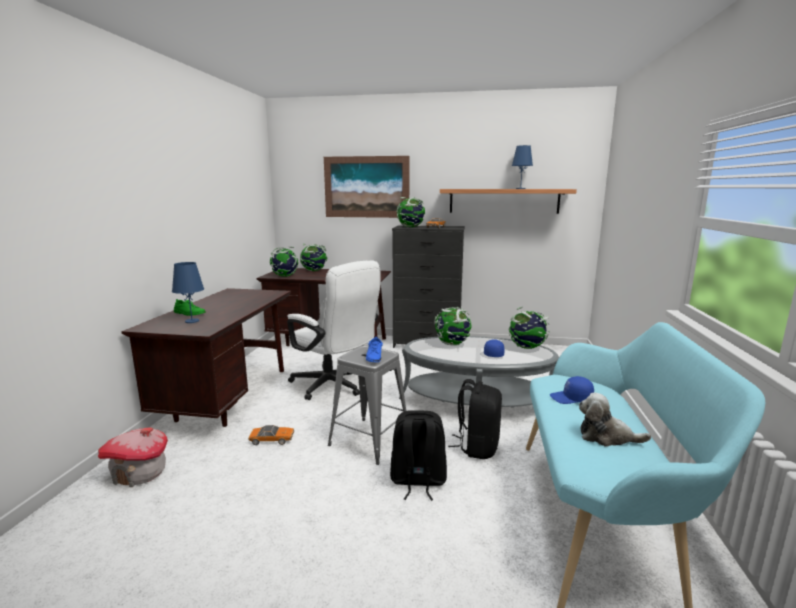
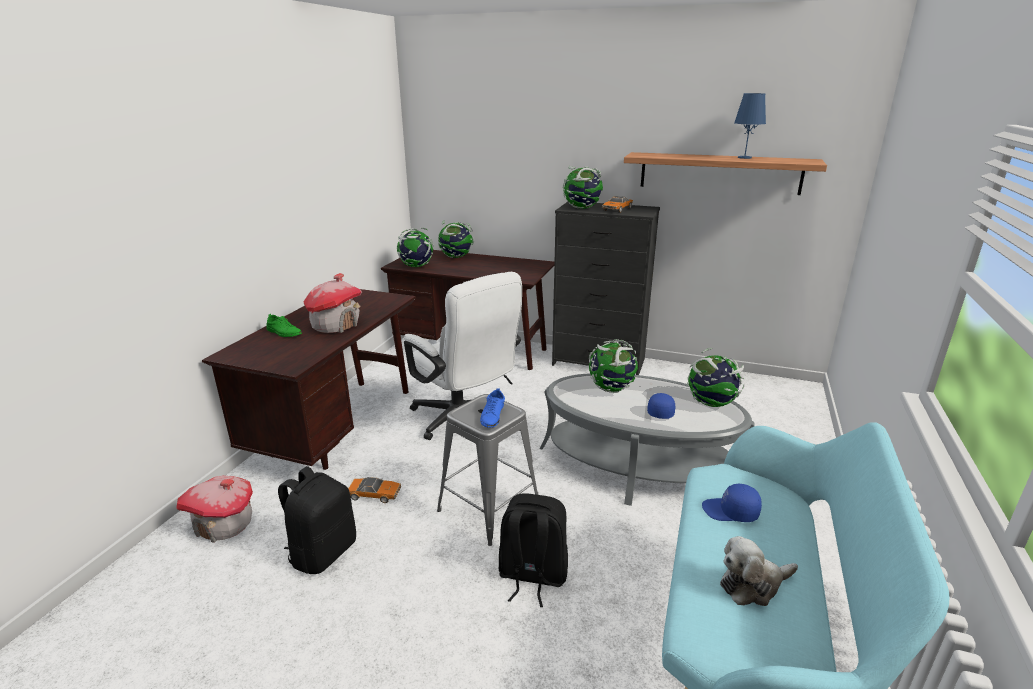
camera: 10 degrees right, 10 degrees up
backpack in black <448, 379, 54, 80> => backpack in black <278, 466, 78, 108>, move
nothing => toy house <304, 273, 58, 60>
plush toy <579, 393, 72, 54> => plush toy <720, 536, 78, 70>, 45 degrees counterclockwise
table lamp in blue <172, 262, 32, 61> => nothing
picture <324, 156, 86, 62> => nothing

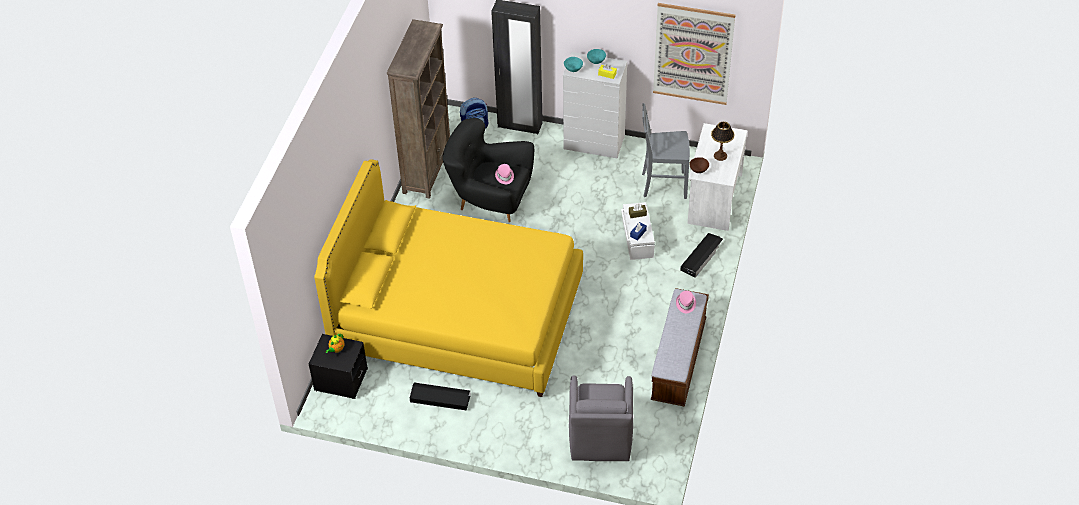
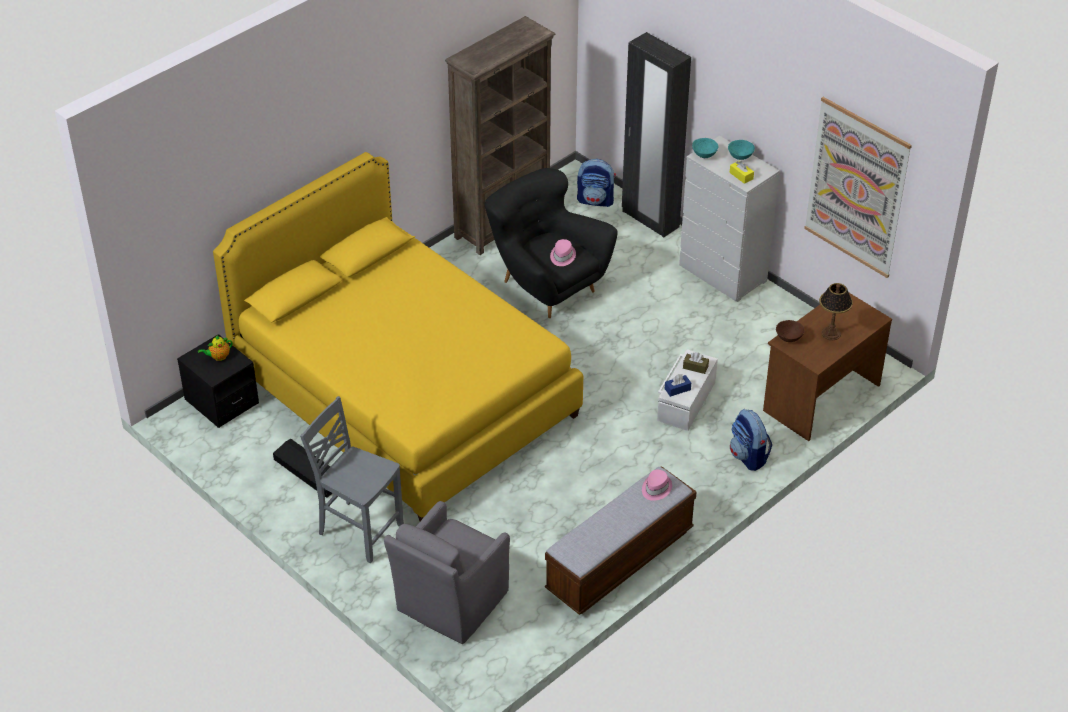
camera: 30 degrees right, 5 degrees down
chair in grey <642, 103, 48, 96> => chair in grey <300, 396, 104, 167>, move
storage box in black <680, 233, 43, 45> => backpack <730, 409, 42, 62>
desk in white <687, 123, 60, 108> => desk in brown <763, 293, 129, 148>

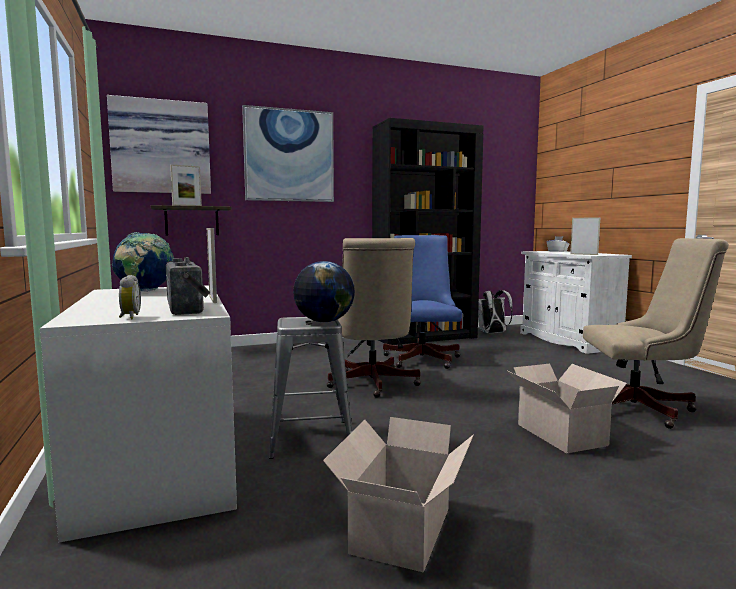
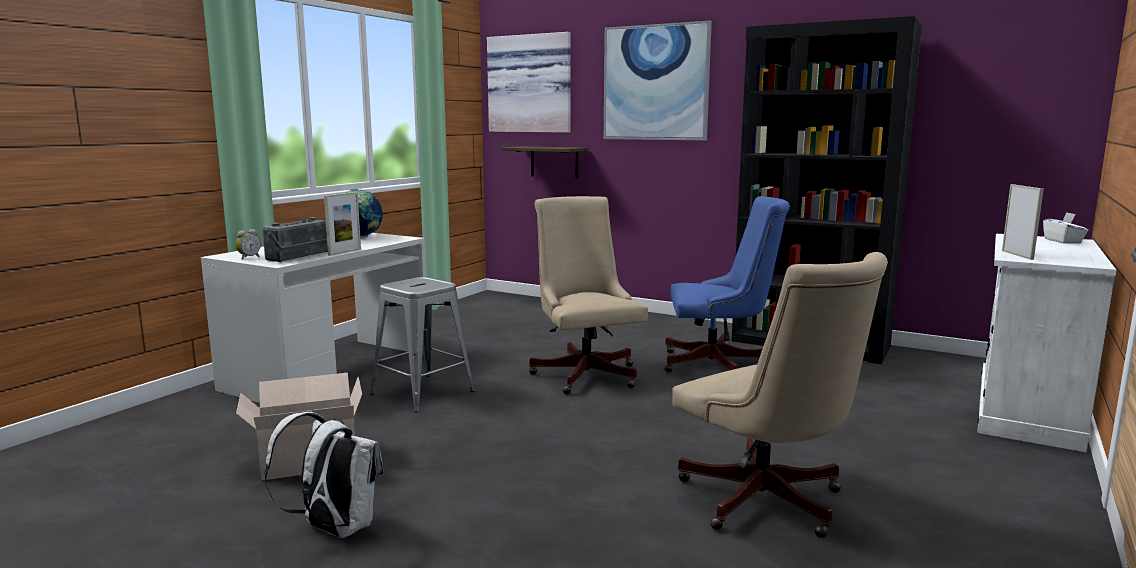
camera: 50 degrees right, 5 degrees up
backpack in white <478, 290, 35, 43> => backpack in white <264, 412, 119, 126>, move
office chair in beige <326, 238, 95, 160> => office chair in beige <529, 196, 119, 198>, 120 degrees clockwise
office chair in blue <383, 235, 79, 134> => office chair in blue <664, 196, 126, 177>, 45 degrees clockwise
picture frame <170, 164, 32, 42> => nothing
globe <293, 261, 62, 61> => nothing
cardboard box <507, 364, 120, 90> => nothing

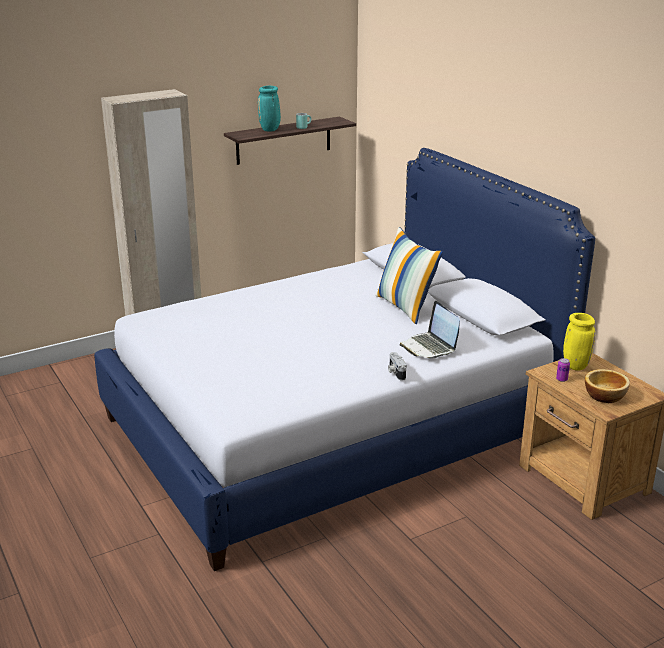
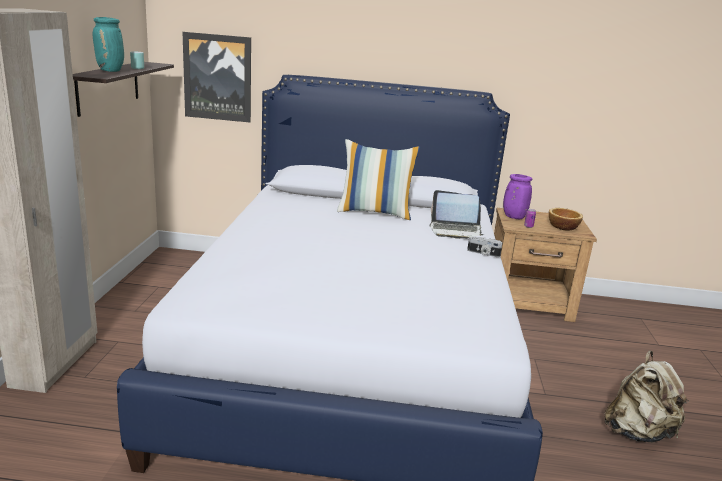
camera: 55 degrees left, 5 degrees down
nothing => picture <182, 32, 69, 91>
vase in yellow <563, 313, 32, 58> => vase in purple <503, 174, 30, 45>
nothing => backpack in beige <604, 351, 85, 91>

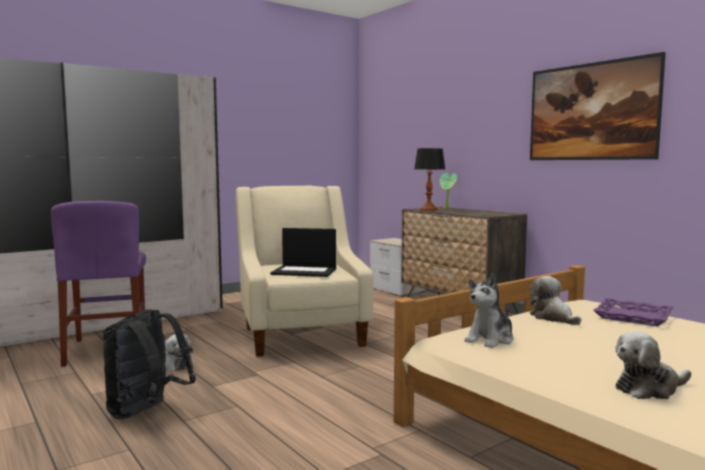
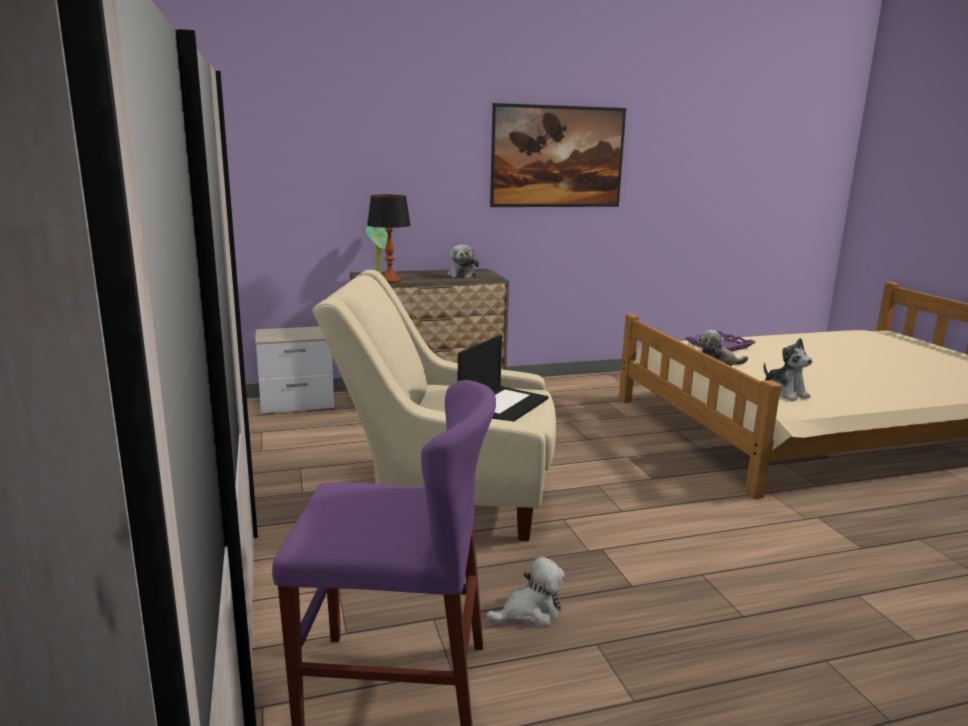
camera: 70 degrees left, 10 degrees up
plush toy <615, 331, 76, 68> => plush toy <447, 245, 32, 33>, move
backpack in black <103, 309, 93, 110> => nothing

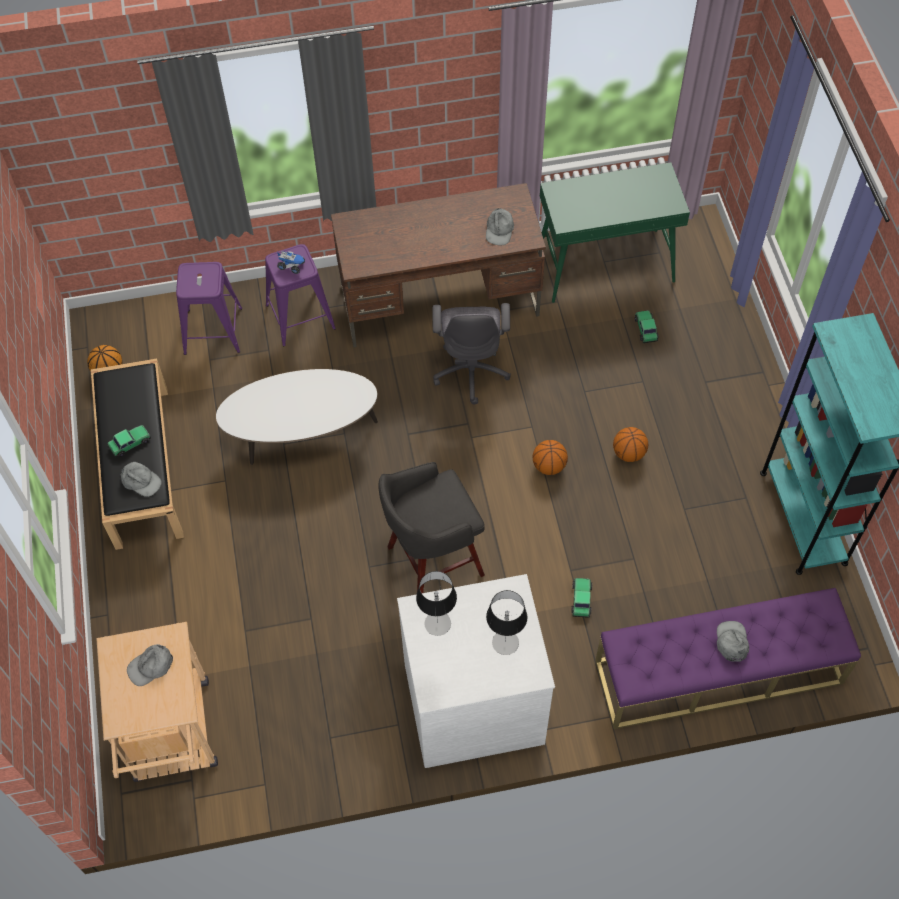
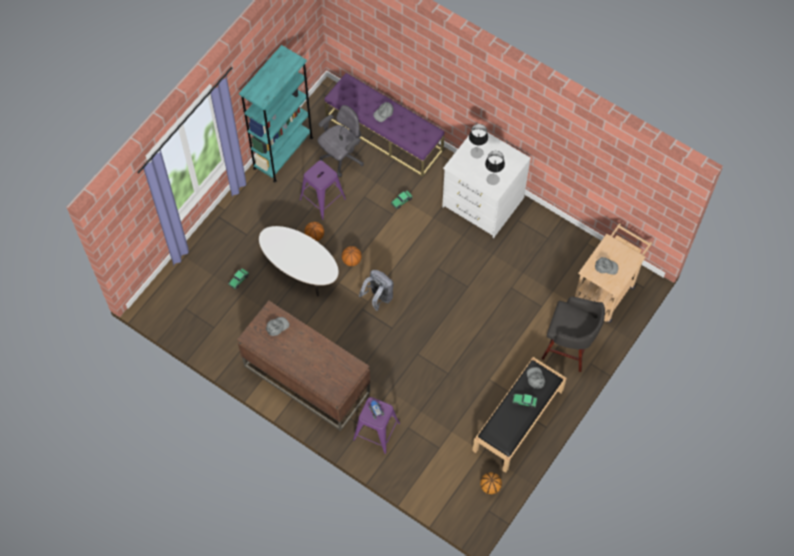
camera: 135 degrees left, 5 degrees up
coffee table in white <216, 369, 162, 96> => coffee table in white <259, 226, 80, 71>, move
stool in purple <176, 262, 66, 93> => stool in purple <300, 160, 46, 60>, move
office chair in grey <432, 303, 79, 101> => office chair in grey <318, 105, 46, 72>, move
nothing => backpack in grey <359, 270, 35, 41>
stool in grey <378, 462, 107, 131> => stool in grey <541, 296, 64, 76>, move
console table in green <540, 162, 150, 141> => nothing

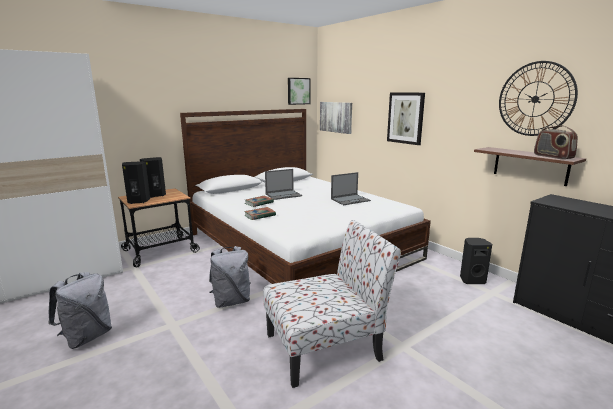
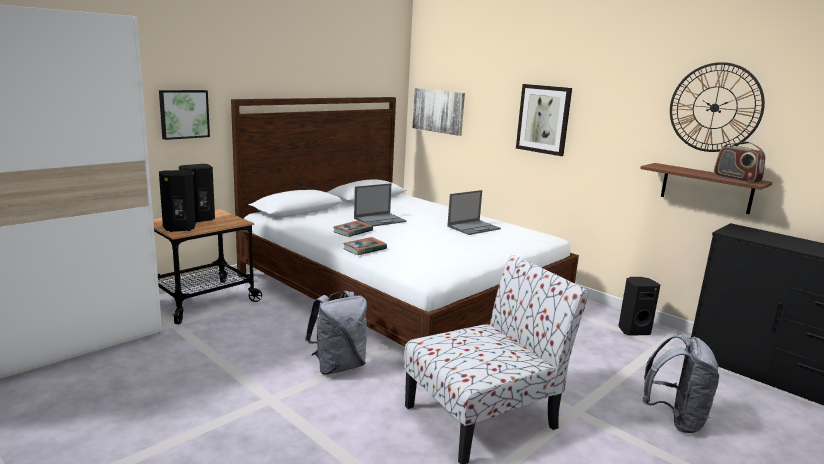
camera: 10 degrees left, 0 degrees up
picture <288, 78, 22, 27> => picture <159, 90, 51, 50>, move
backpack in grey <48, 272, 64, 77> => backpack in grey <643, 335, 76, 98>, move

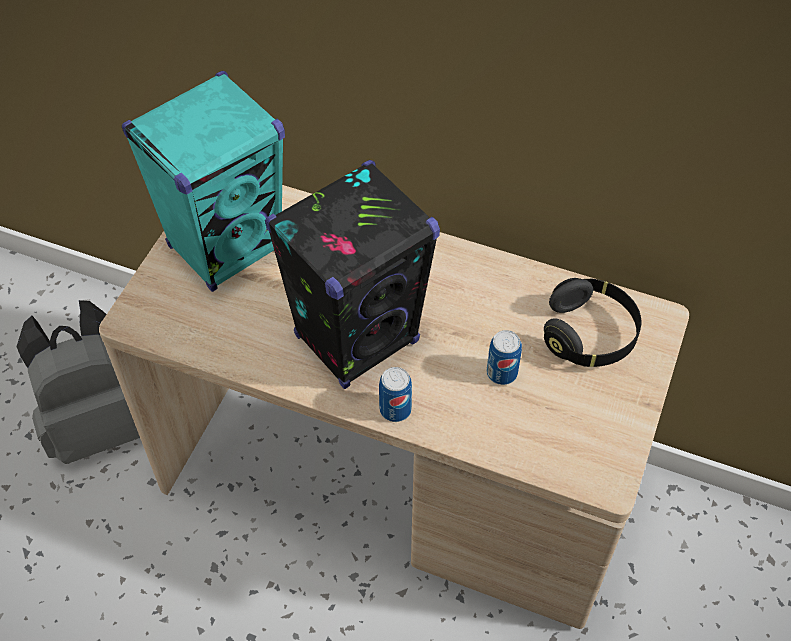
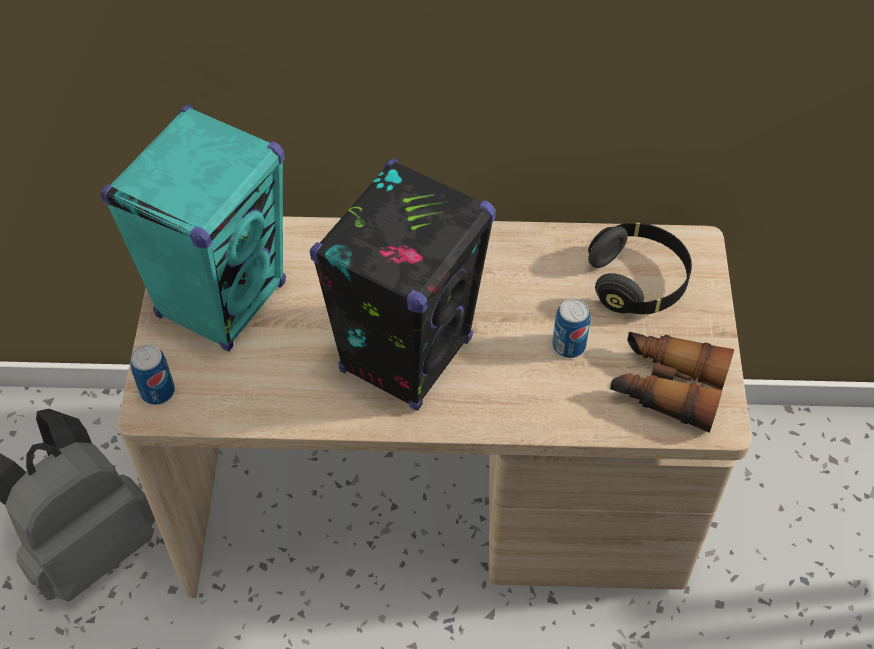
camera: 20 degrees left, 0 degrees up
can <379, 367, 33, 55> => can <130, 345, 45, 60>, move
nothing => binoculars <610, 331, 124, 102>

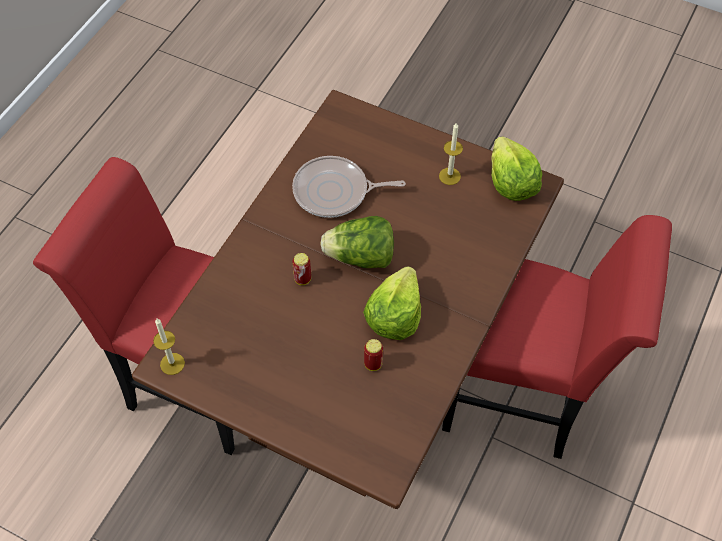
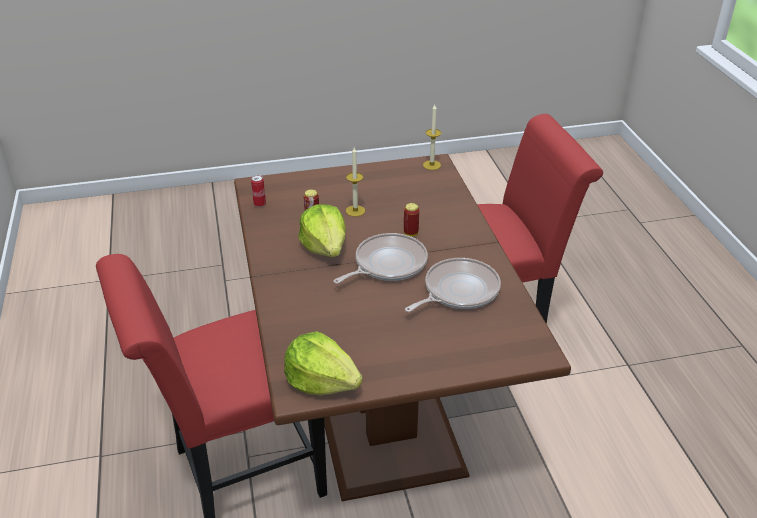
camera: 140 degrees right, 20 degrees down
nothing => can <251, 175, 15, 32>
lettuce <320, 216, 74, 52> => frying pan <333, 233, 95, 51>
candle <439, 122, 24, 63> => candle <346, 147, 19, 70>, move

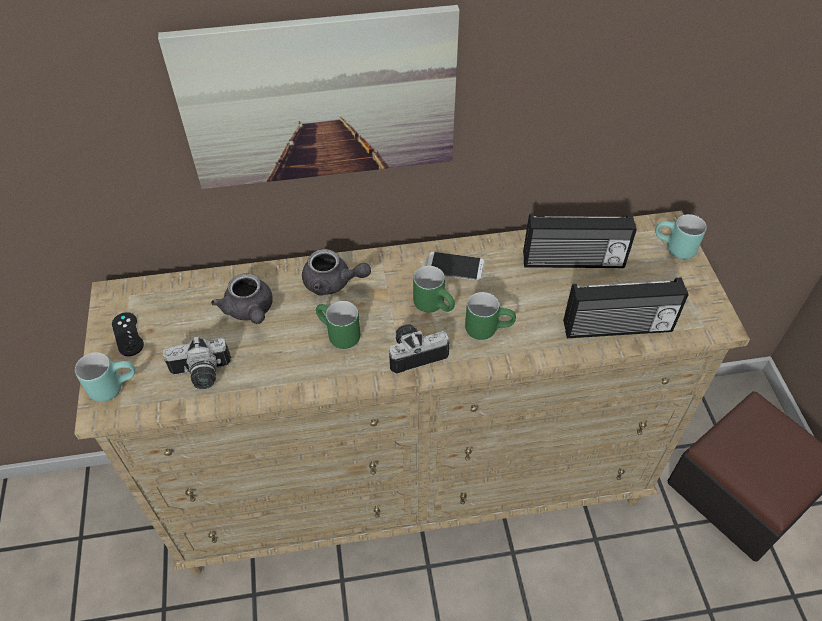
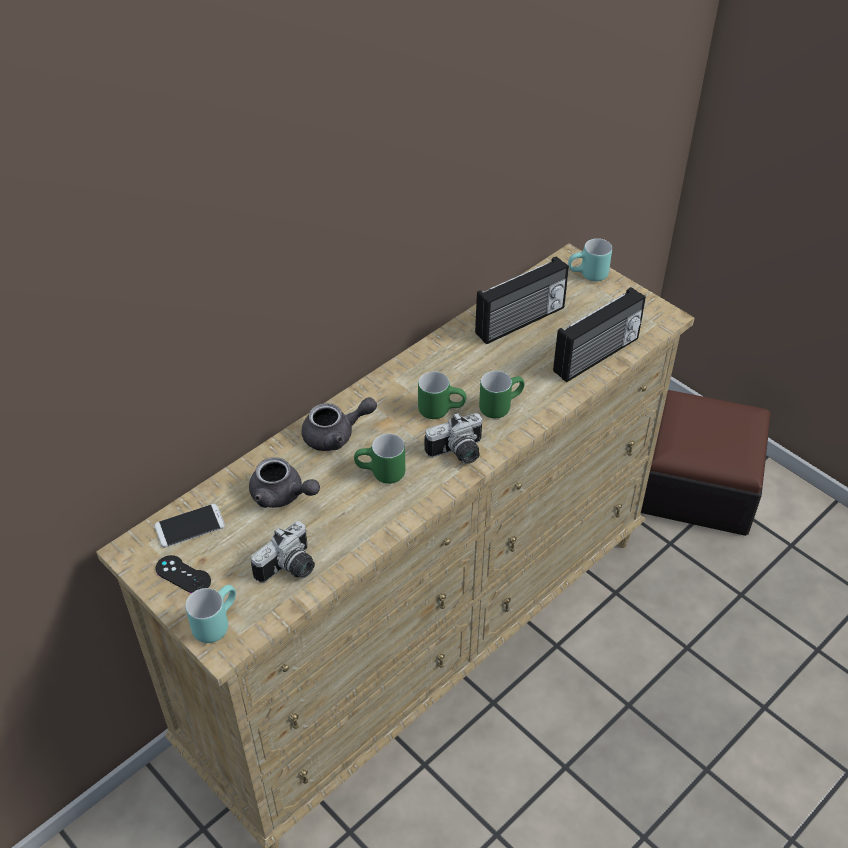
camera: 35 degrees left, 5 degrees down
phone <427, 252, 58, 29> => phone <155, 504, 70, 43>, move
photo camera <389, 324, 61, 50> => photo camera <425, 412, 58, 52>, 150 degrees counterclockwise
picture <158, 5, 302, 184> => nothing

